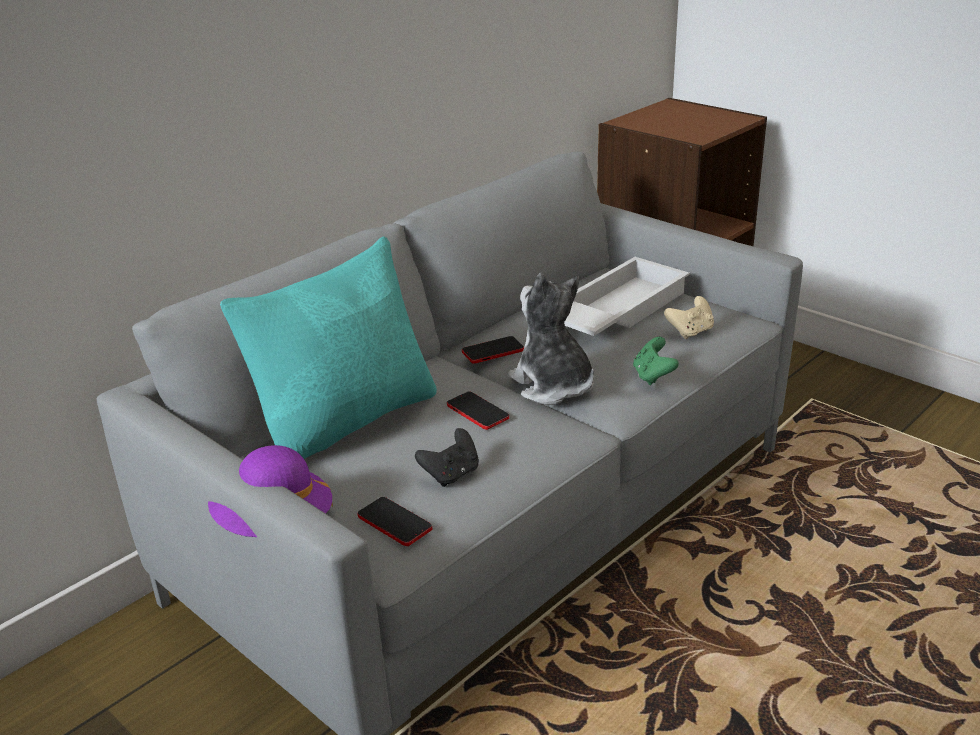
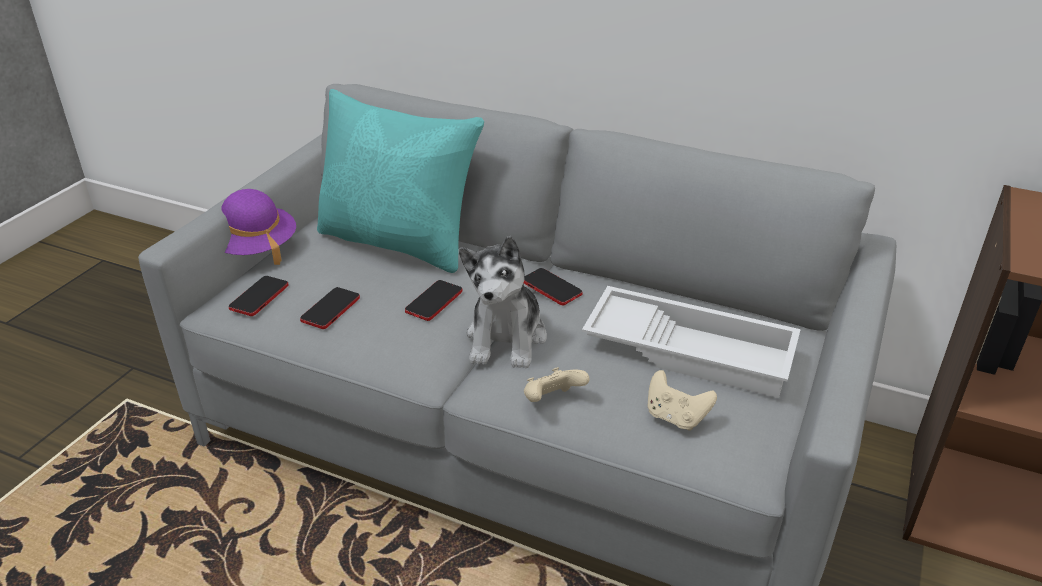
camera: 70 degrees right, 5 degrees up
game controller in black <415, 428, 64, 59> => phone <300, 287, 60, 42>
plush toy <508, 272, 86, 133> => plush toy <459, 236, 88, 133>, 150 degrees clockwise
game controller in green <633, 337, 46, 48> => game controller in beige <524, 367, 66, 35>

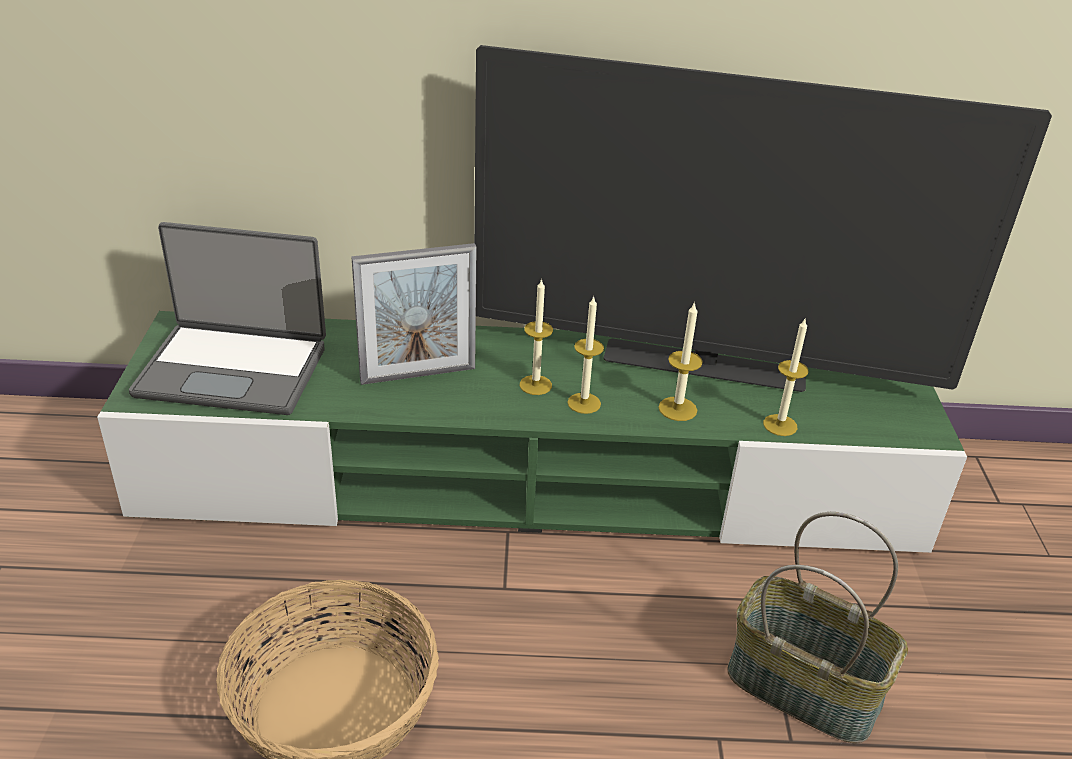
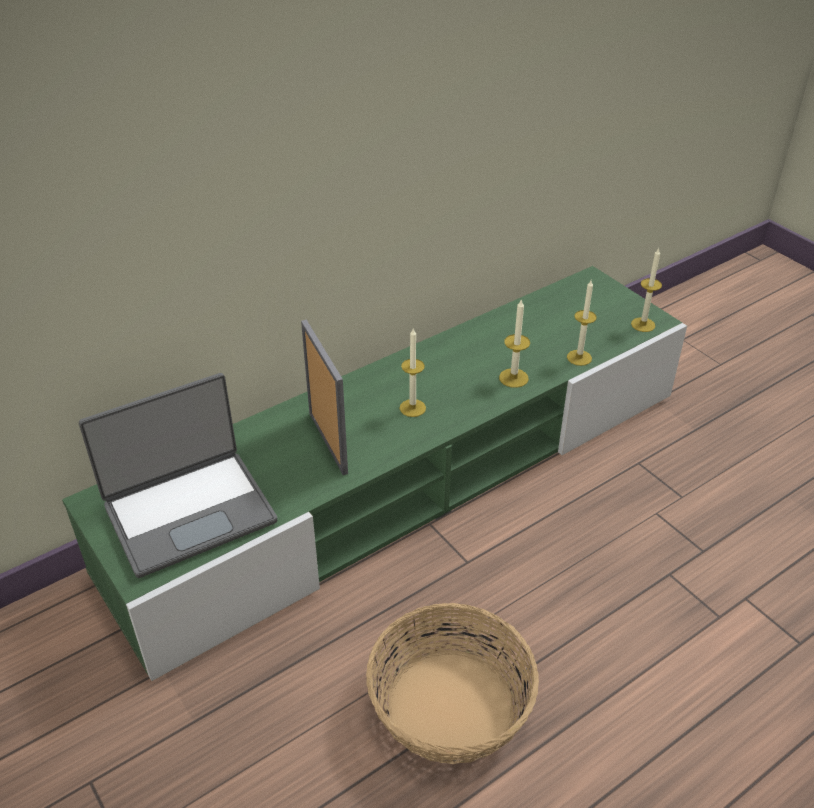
camera: 35 degrees left, 5 degrees up
picture frame <351, 243, 126, 142> => picture frame <301, 320, 47, 155>, 60 degrees counterclockwise
candle <567, 296, 37, 118> => candle <631, 248, 31, 84>, move
television <474, 45, 578, 347> => nothing
basket <727, 512, 181, 232> => nothing

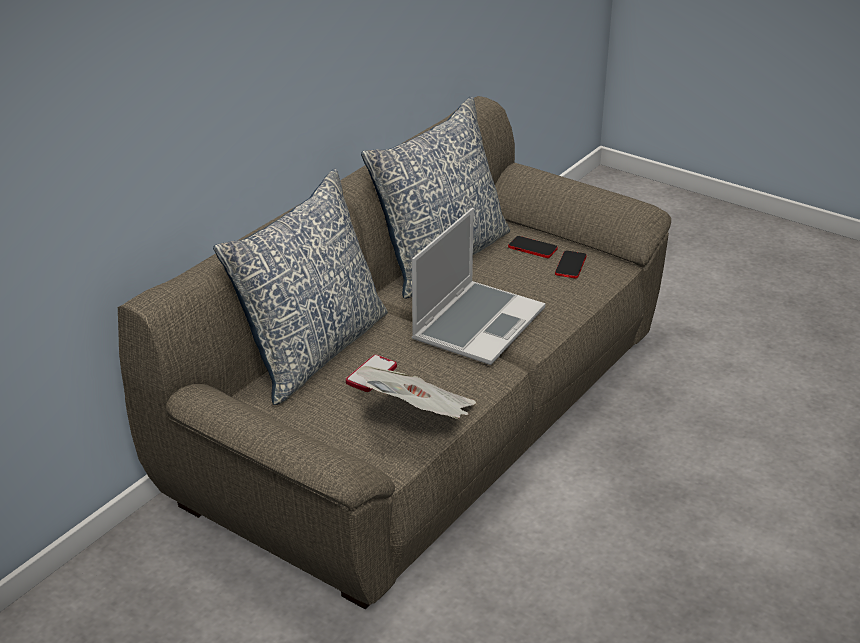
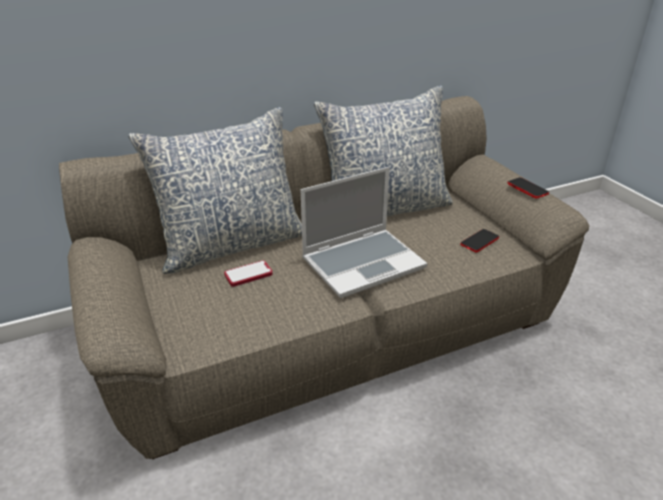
camera: 30 degrees right, 0 degrees up
phone <508, 236, 50, 22> => phone <507, 177, 42, 22>, move
newspaper <356, 366, 120, 53> => nothing

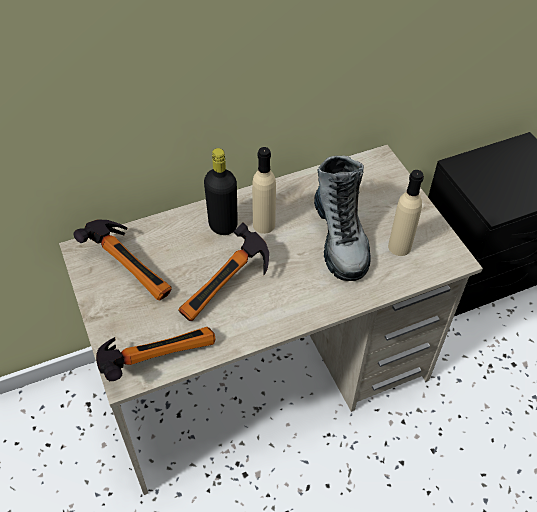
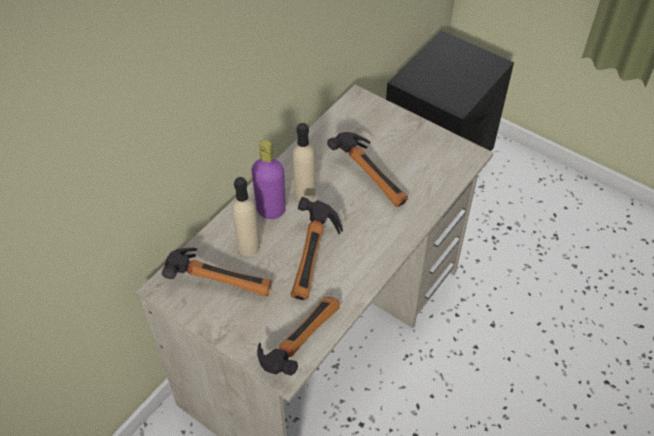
camera: 30 degrees left, 0 degrees up
bottle in beige <388, 170, 36, 86> => bottle in beige <232, 177, 28, 79>, move
bottle in black <204, 148, 34, 87> => bottle in purple <251, 140, 35, 79>
boot <314, 155, 57, 126> => hammer <327, 132, 81, 75>

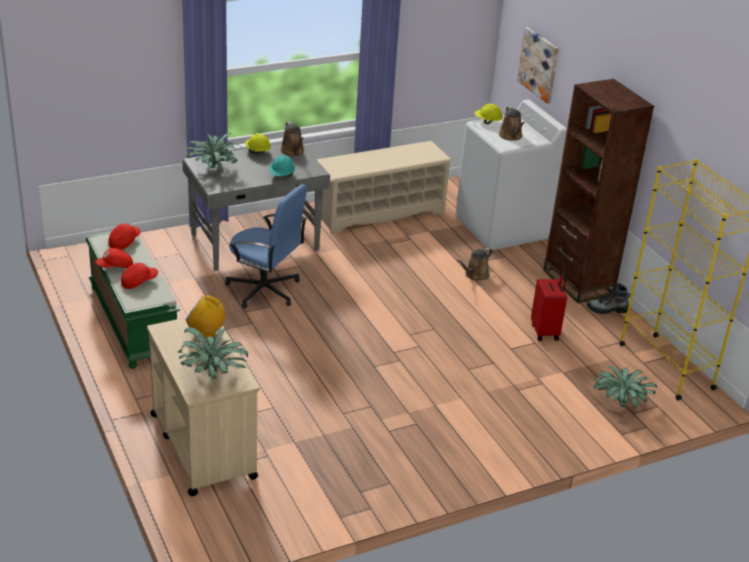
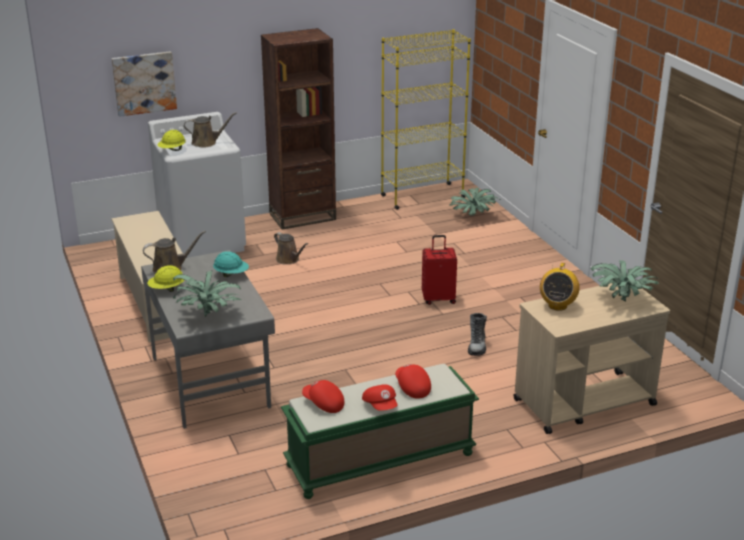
camera: 85 degrees left, 5 degrees down
suitcase in red <531, 271, 36, 70> => suitcase in red <422, 235, 35, 70>, move
boot <587, 283, 44, 31> => boot <468, 313, 19, 43>, move
office chair in blue <225, 184, 82, 124> => nothing

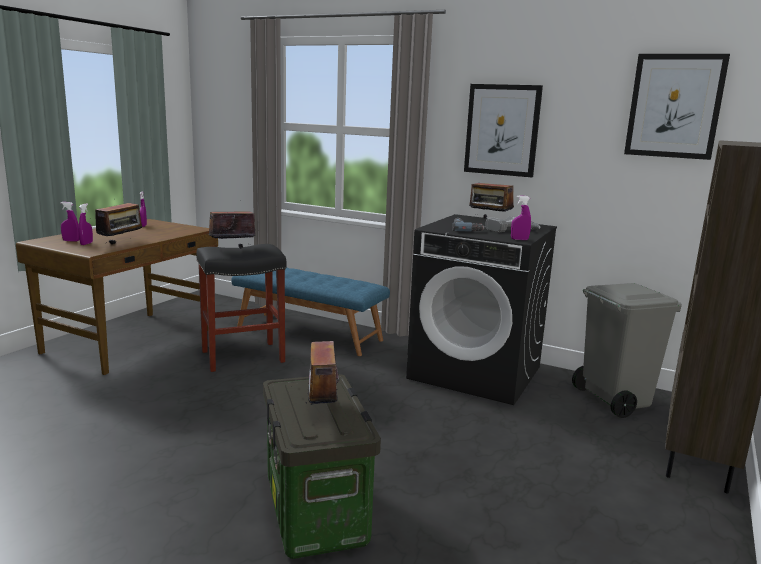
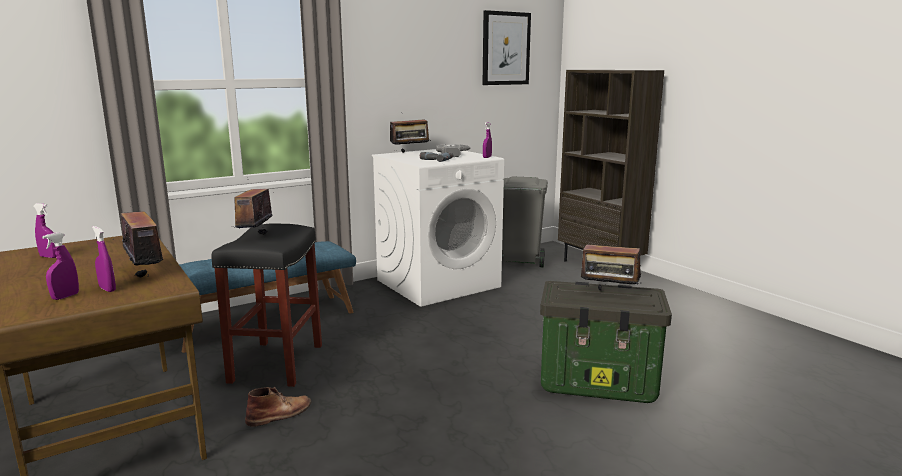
camera: 60 degrees left, 0 degrees up
nothing => boot in brown <245, 387, 67, 39>
washing machine in black <406, 214, 151, 191> => washing machine in white <372, 149, 132, 158>
picture <464, 84, 79, 93> => nothing

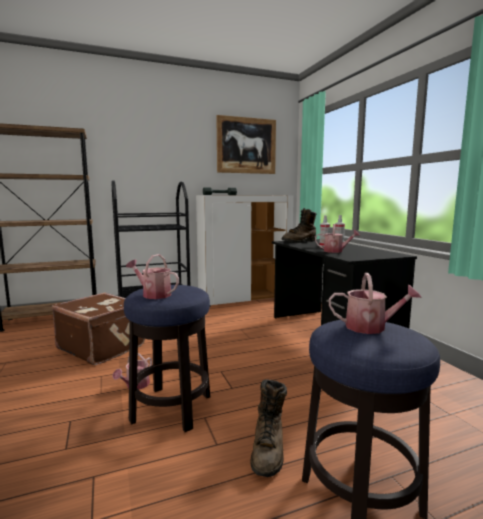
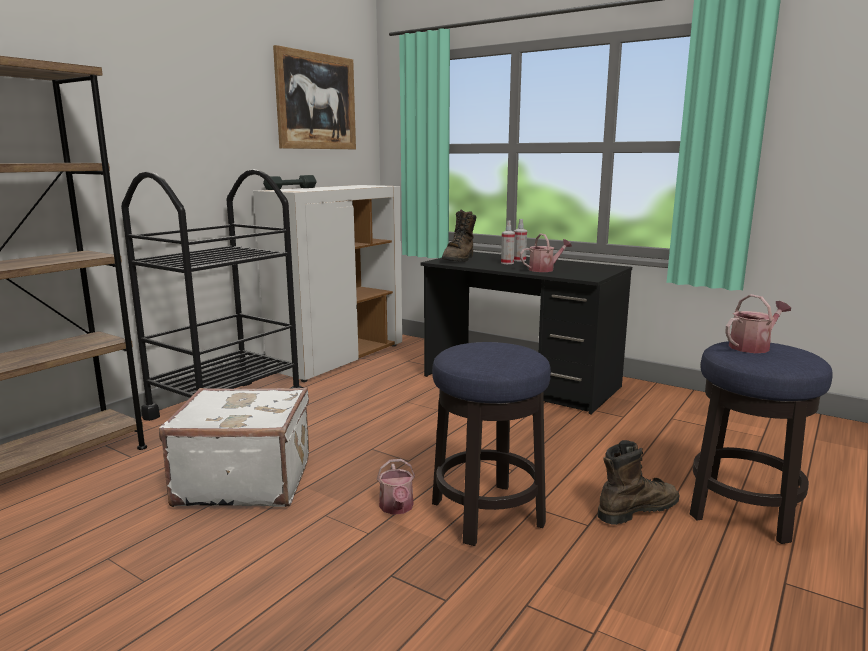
camera: 35 degrees left, 5 degrees up
suitcase in brown <52, 292, 93, 73> => suitcase in white <159, 388, 150, 119>
boot in brown <250, 379, 37, 98> => boot in brown <598, 440, 82, 85>, 90 degrees counterclockwise
watering can <126, 254, 53, 45> => nothing

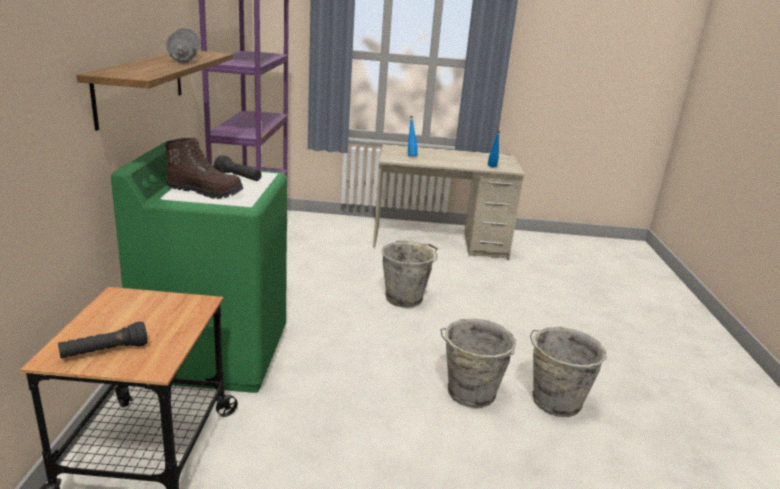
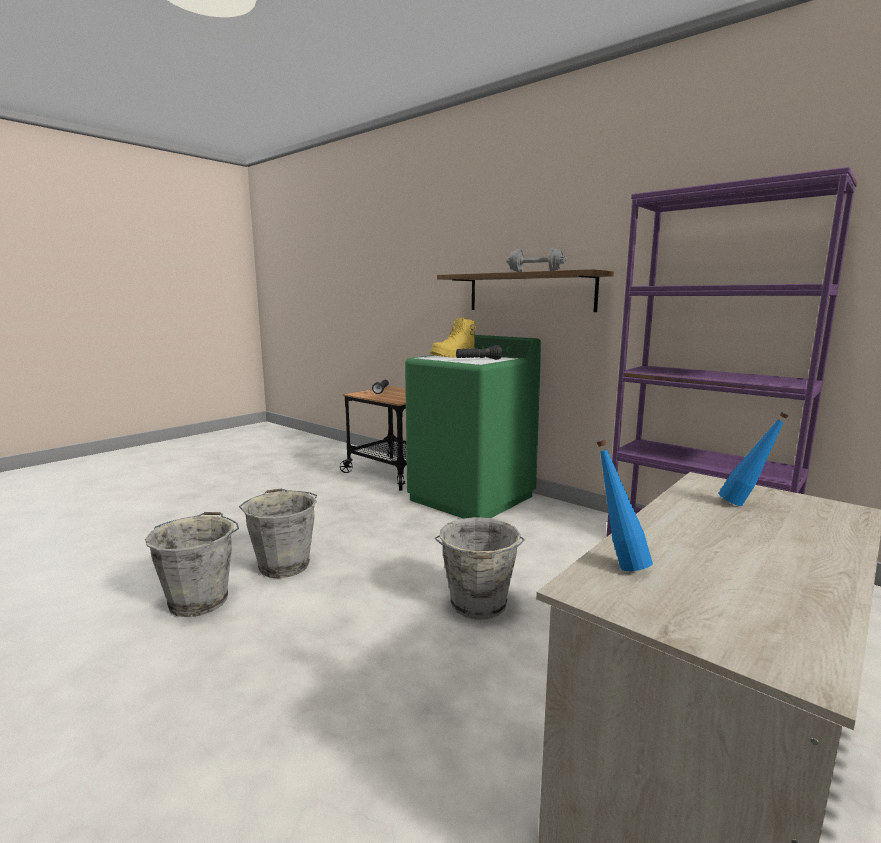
camera: 130 degrees right, 10 degrees down
boot in brown <165, 137, 79, 62> => boot in yellow <430, 318, 47, 40>

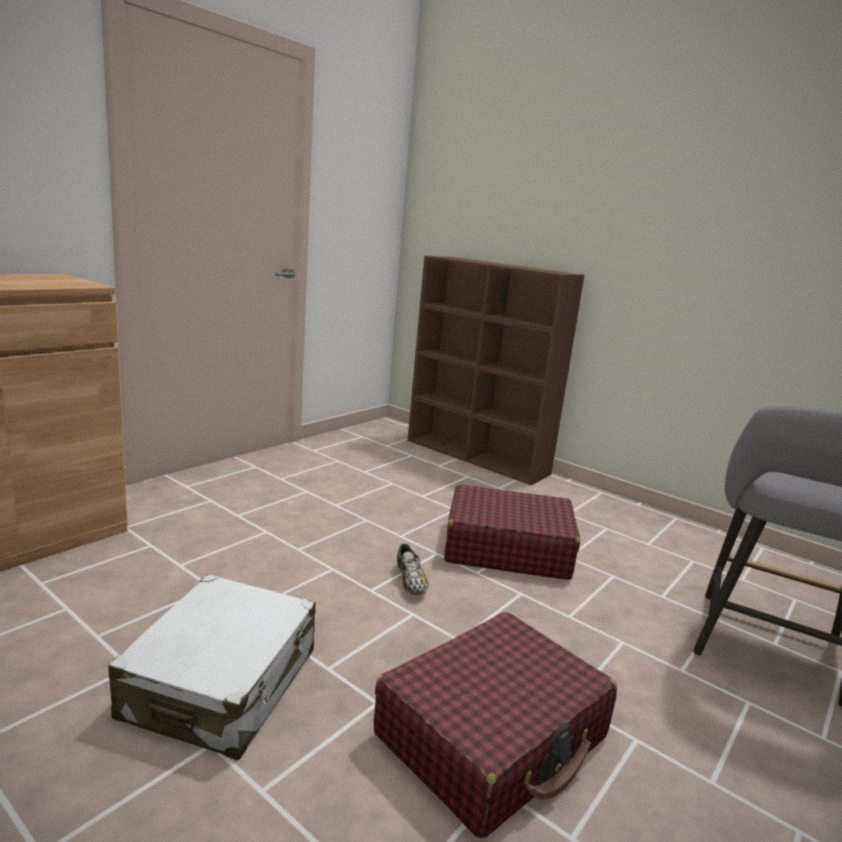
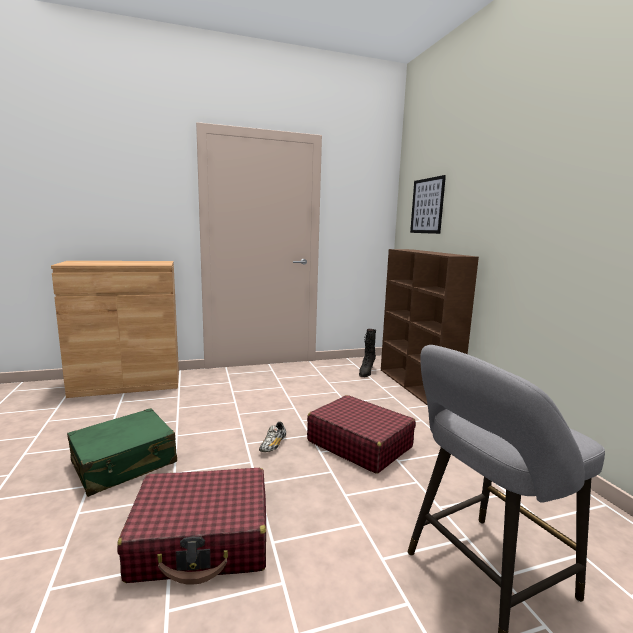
camera: 35 degrees right, 5 degrees down
suitcase in white <108, 574, 208, 186> => suitcase in green <67, 408, 110, 89>
nothing => boot in black <359, 329, 17, 48>
nothing => picture <410, 175, 36, 59>

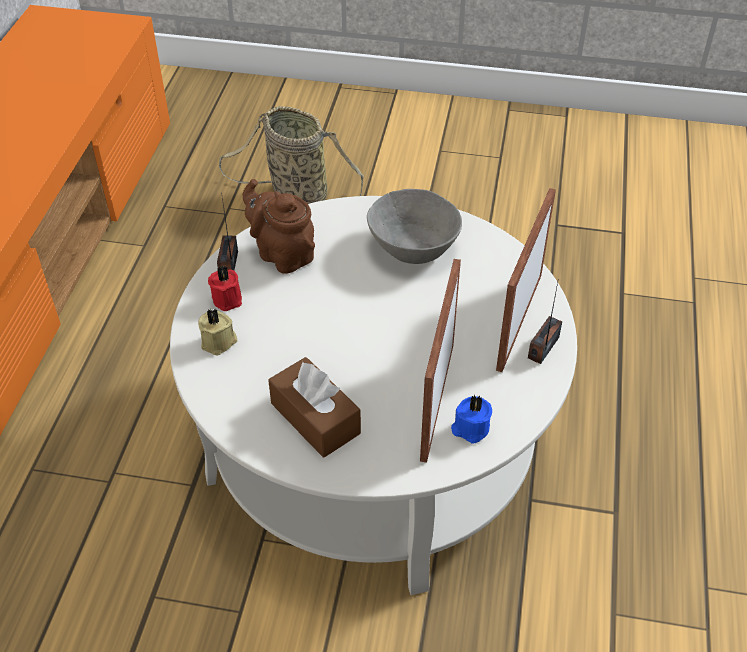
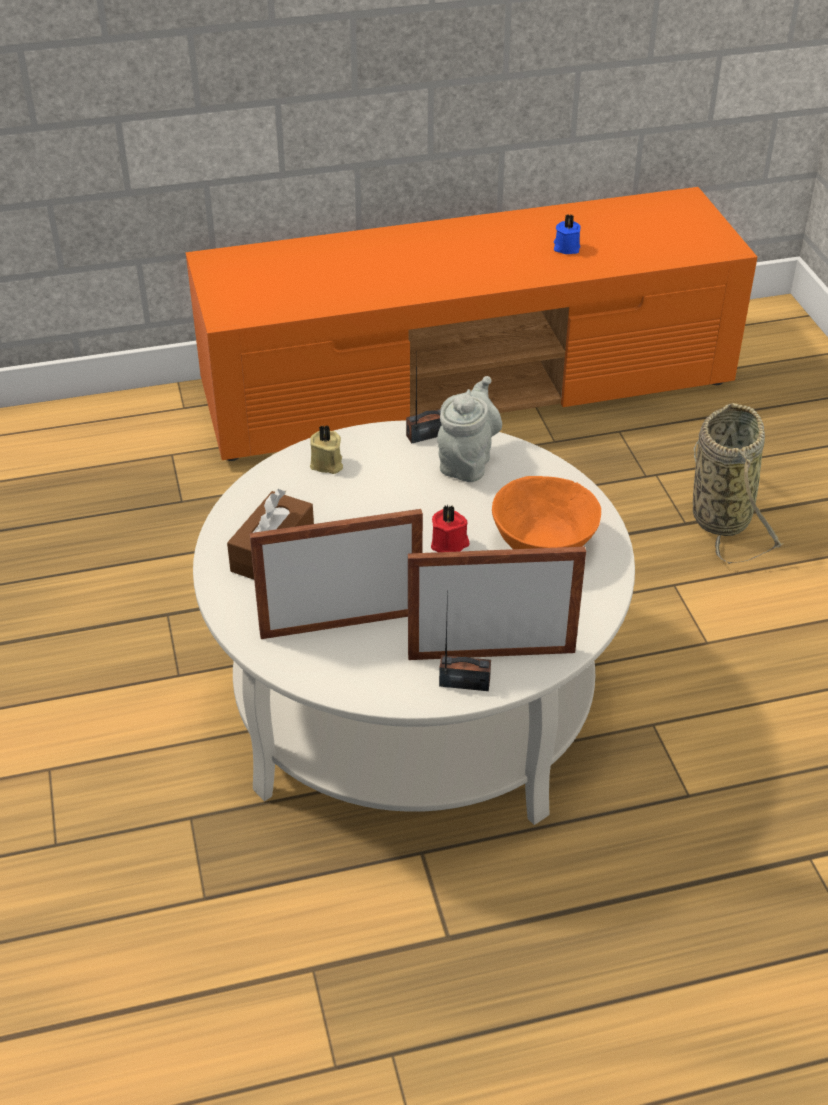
camera: 65 degrees right, 5 degrees down
candle in red <208, 266, 34, 45> => candle in red <431, 505, 39, 47>, move
teapot in brown <242, 179, 73, 95> => teapot in grey <437, 376, 65, 106>
bowl in grey <367, 189, 95, 75> => bowl in orange <492, 476, 109, 73>
candle in blue <451, 395, 41, 49> => candle in blue <554, 214, 27, 40>, move

